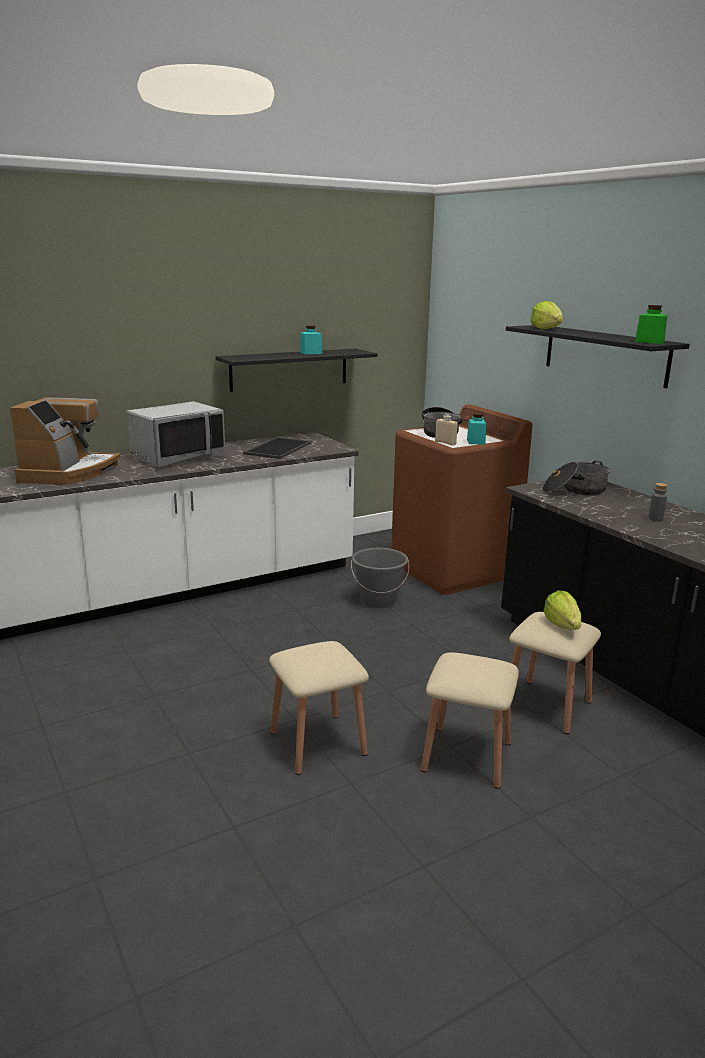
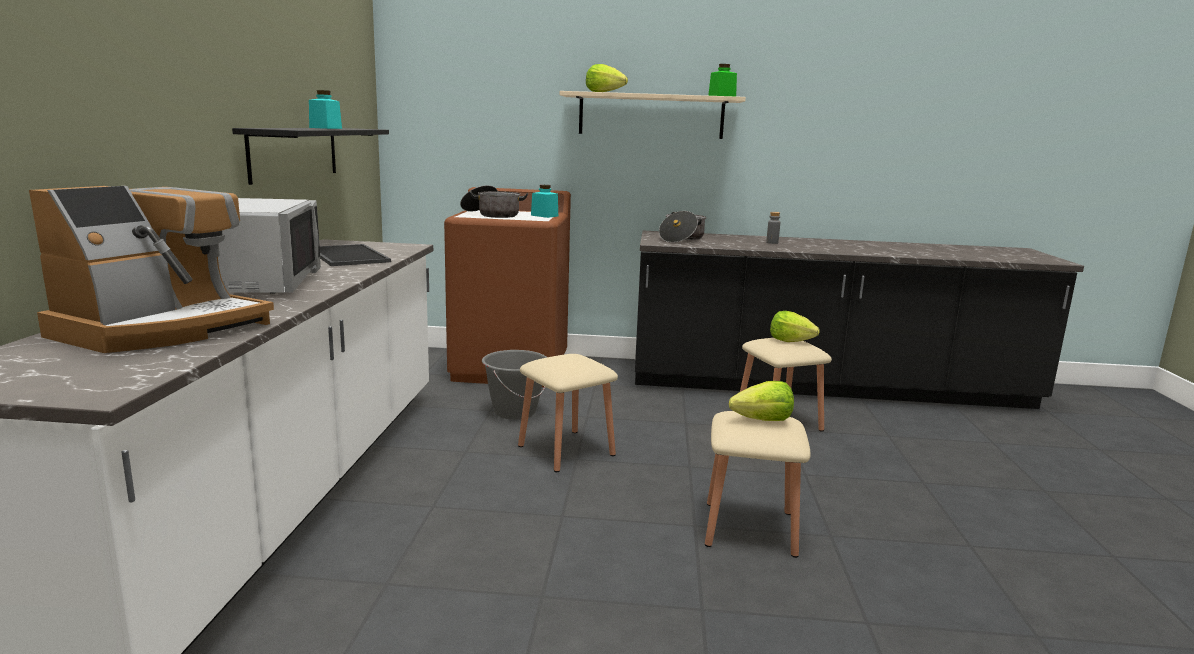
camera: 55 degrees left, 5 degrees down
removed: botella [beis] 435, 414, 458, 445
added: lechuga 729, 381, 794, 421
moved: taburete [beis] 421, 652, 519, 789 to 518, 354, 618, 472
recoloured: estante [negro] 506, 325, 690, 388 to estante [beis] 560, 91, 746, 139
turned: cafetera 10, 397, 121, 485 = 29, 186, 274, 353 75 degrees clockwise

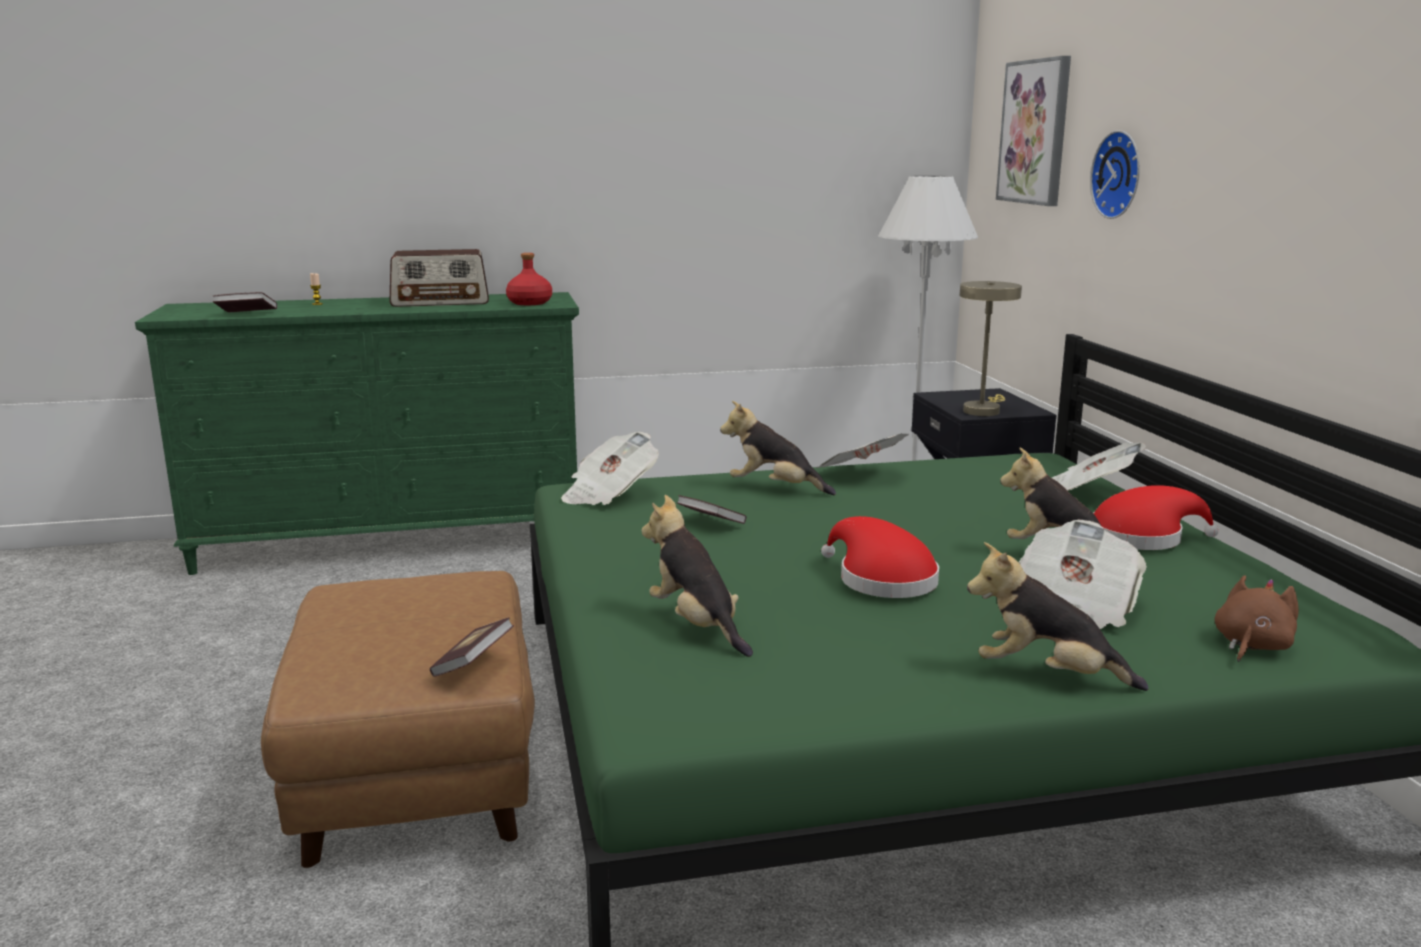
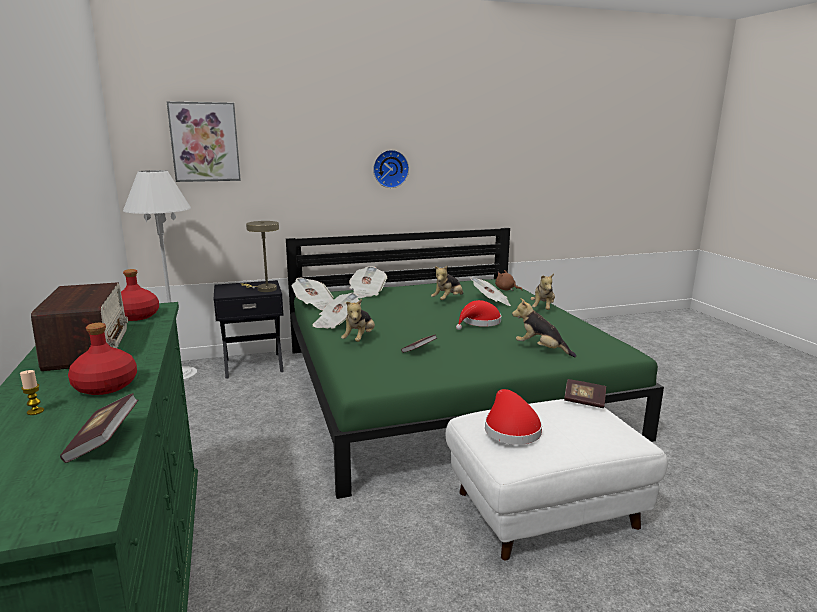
camera: 95 degrees left, 0 degrees up
added: botella [rojo] 68, 323, 137, 395
moved: periódico 561, 432, 659, 505 to 292, 278, 334, 310; reloj de pared 1090, 130, 1140, 219 to 373, 150, 409, 188; sombrero [rojo] 1093, 485, 1219, 550 to 485, 389, 542, 445
recoloured: puf [marrón] 261, 571, 535, 868 to puf [blanco] 446, 399, 668, 560
turned: peluche 641, 495, 753, 657 = 512, 298, 576, 357 75 degrees clockwise

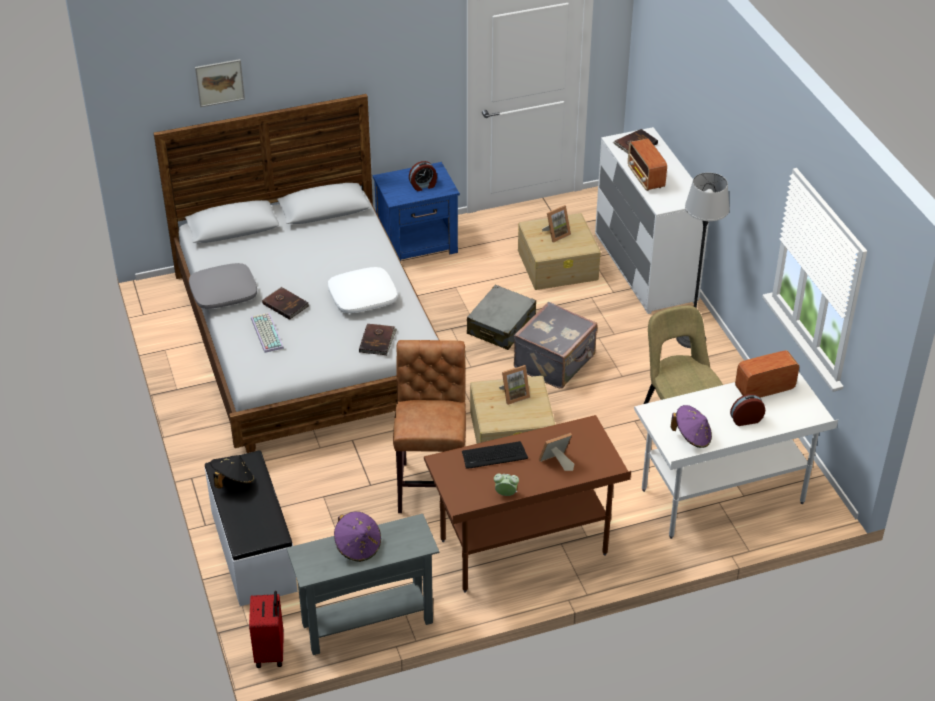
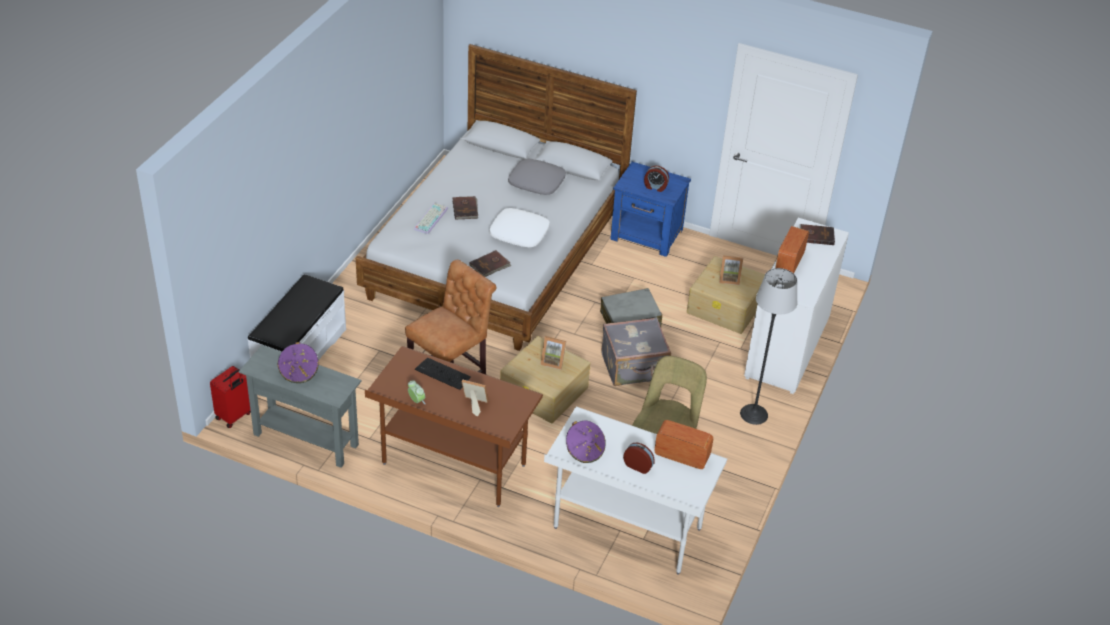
camera: 40 degrees right, 0 degrees up
removed: cuadro 195, 59, 245, 107; sombrero [negro] 210, 455, 254, 488
moved: cojín [gris] 189, 263, 257, 309 to 508, 158, 566, 195

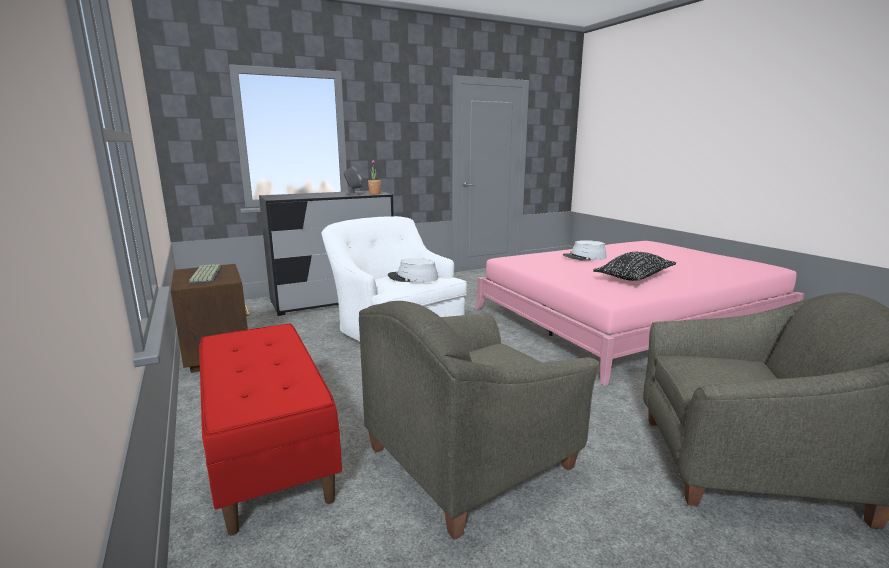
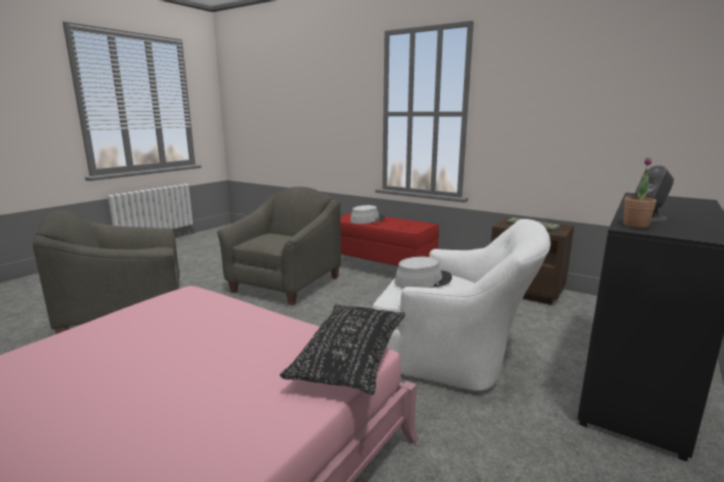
camera: 150 degrees right, 0 degrees up
moved: sombrero [gris] 563, 240, 607, 261 to 350, 205, 385, 224; cojín [negro] 593, 252, 676, 281 to 280, 304, 405, 395

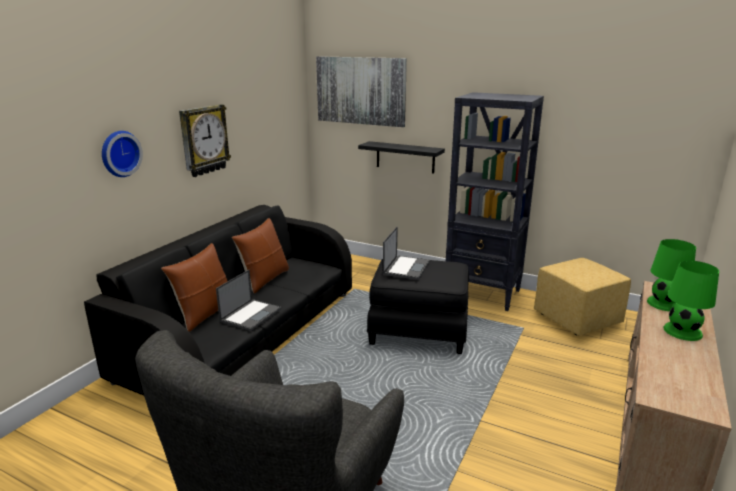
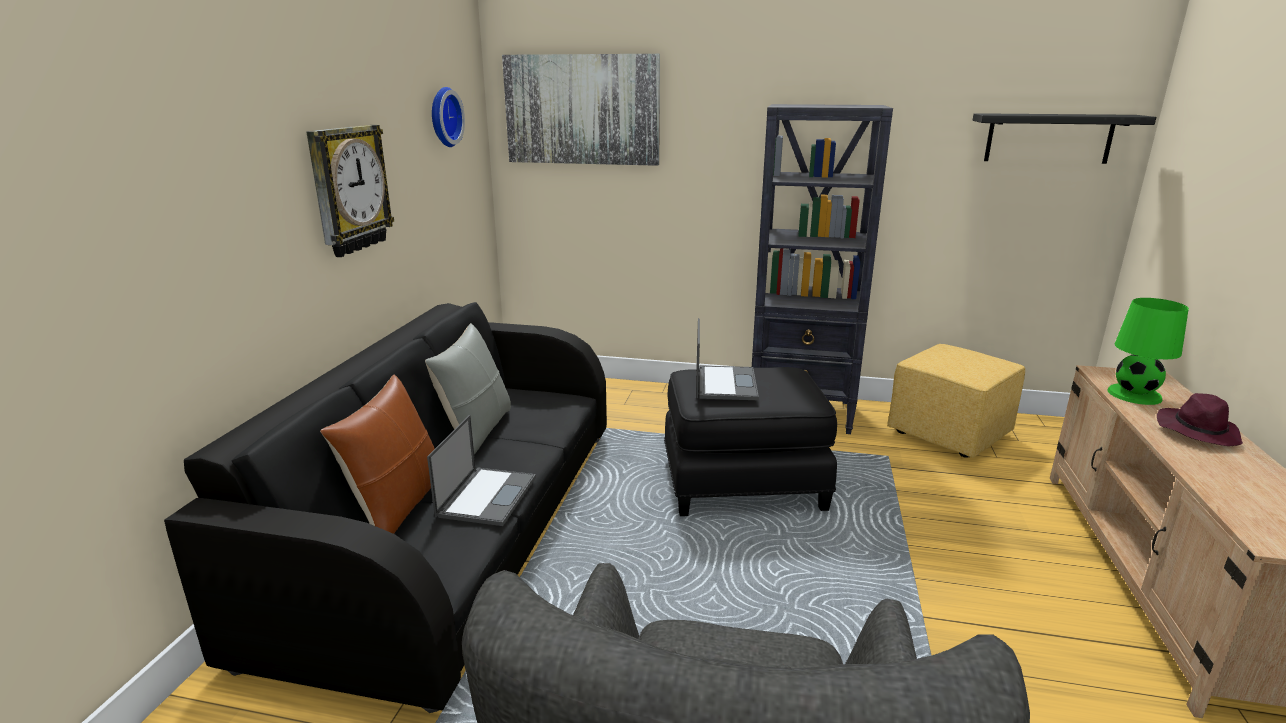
camera: 15 degrees left, 0 degrees up
moved: reloj de pared 102, 131, 143, 177 to 432, 87, 465, 147; estante [negro] 358, 141, 445, 174 to 973, 113, 1156, 164
replaced: lámpara de mesa [verde] 663, 261, 719, 341 to sombrero [morado] 1157, 393, 1243, 446
recoloured: cojín [marrón] 232, 218, 289, 294 to cojín [gris] 425, 323, 511, 454

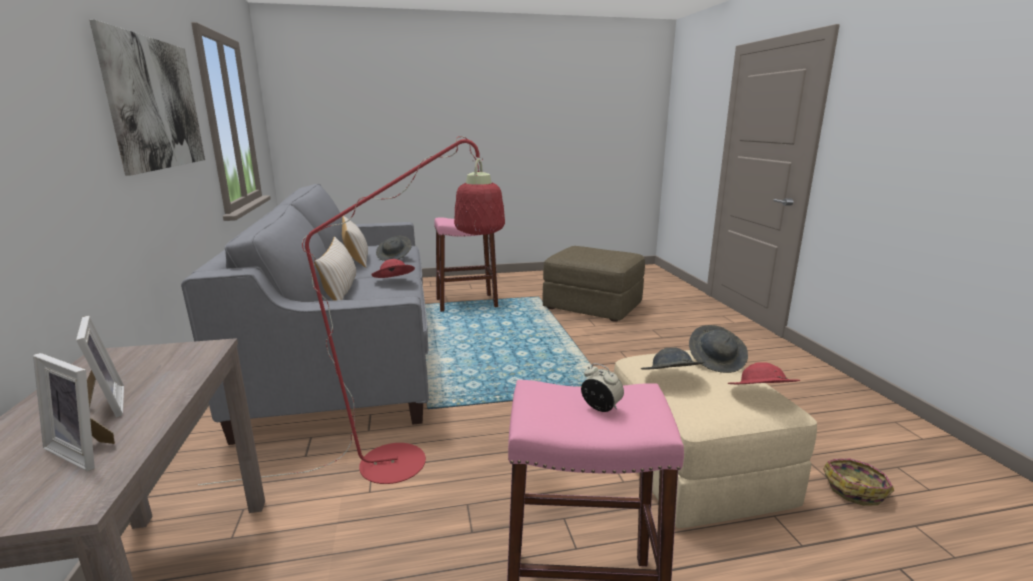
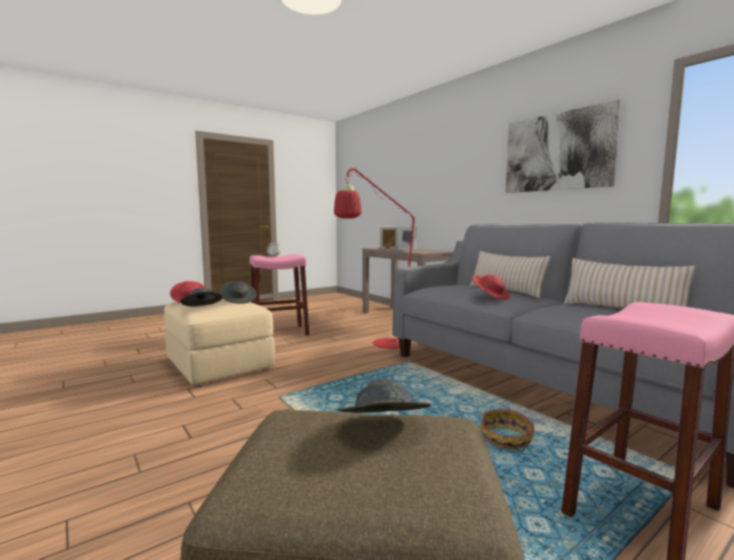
camera: 155 degrees right, 10 degrees down
moved: sombrero [gris] 376, 236, 412, 261 to 337, 379, 431, 413; cesta 823, 459, 894, 506 to 479, 409, 534, 452

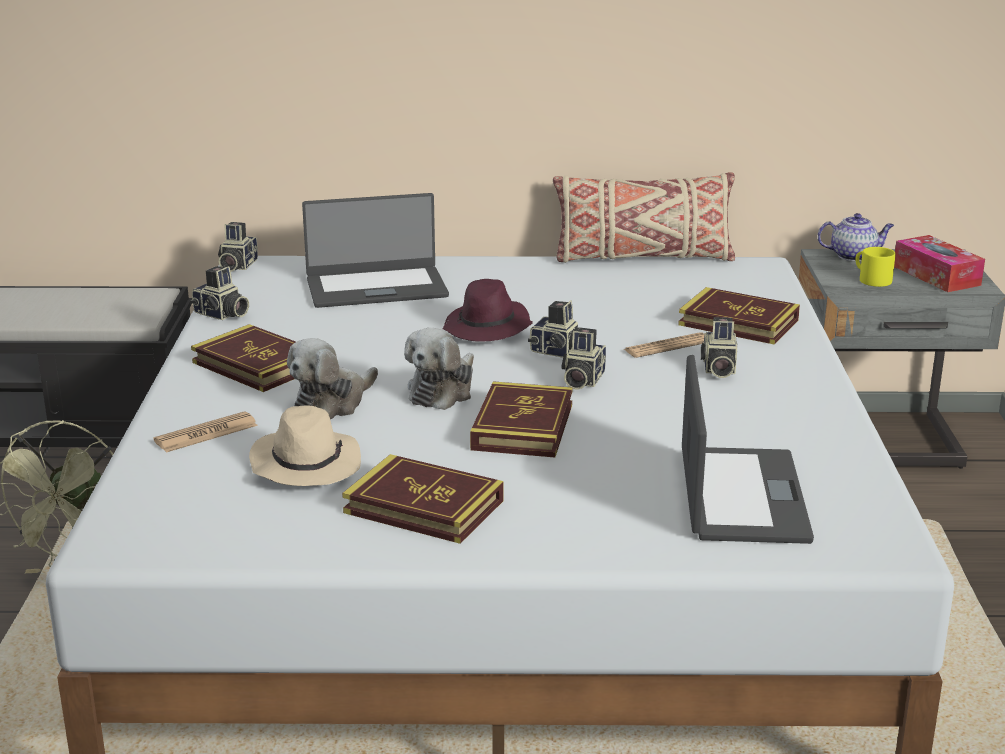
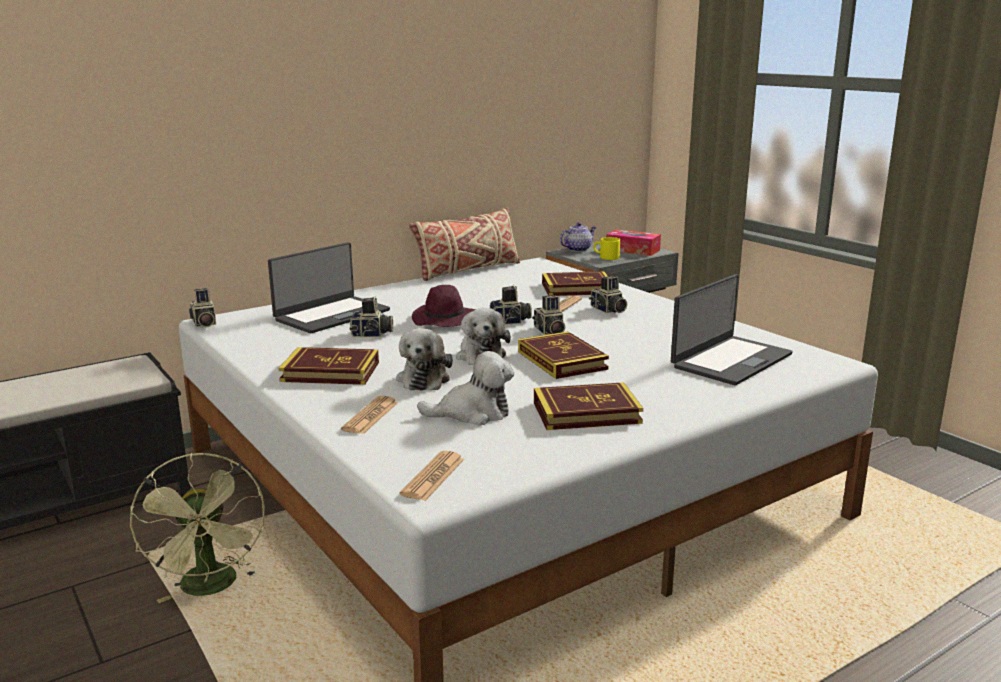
camera: 35 degrees left, 5 degrees down
added: periódico 400, 451, 464, 501
moved: cámara 190, 266, 249, 320 to 350, 296, 393, 337
replaced: sombrero [beis] 249, 405, 361, 486 to peluche 417, 351, 514, 426
turned: portátil 682, 355, 814, 544 = 671, 274, 793, 385 75 degrees clockwise

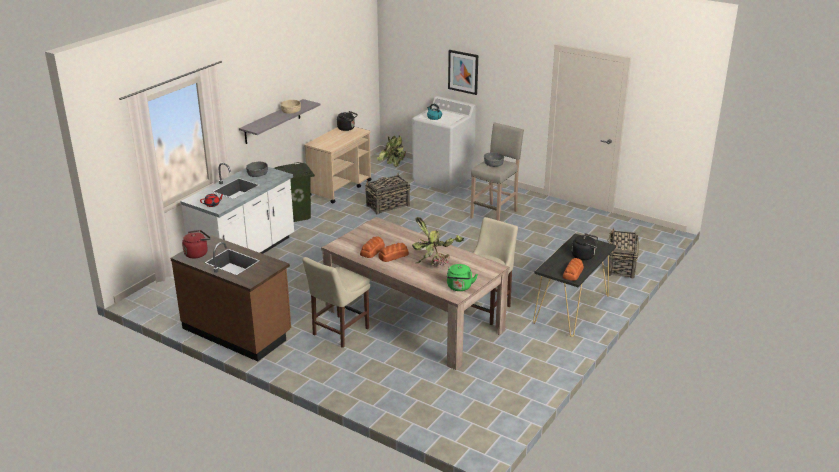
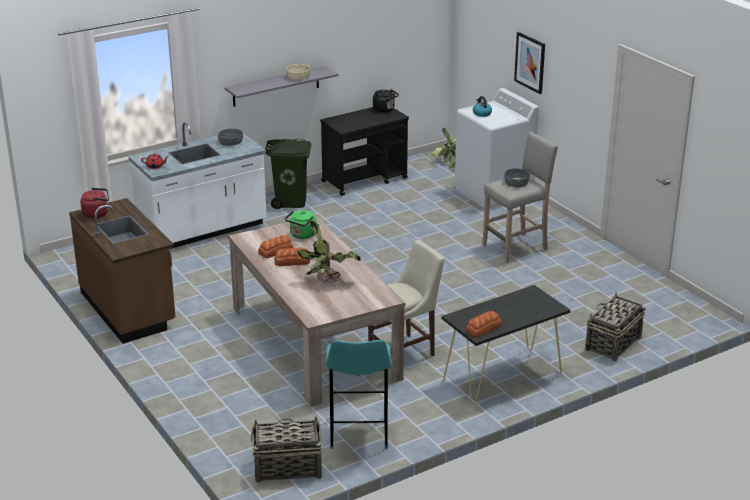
camera: 25 degrees right, 0 degrees up
removed: silla [beis] 302, 257, 370, 348; hervidor [negro] 572, 233, 598, 260
added: taburete [turquesa] 326, 340, 391, 449
moved: cesta 365, 173, 410, 215 to 251, 417, 322, 483; hervidor [verde] 447, 264, 478, 291 to 285, 210, 319, 239
recoloured: carrito [beis] 304, 127, 372, 204 to carrito [negro] 320, 107, 409, 196

